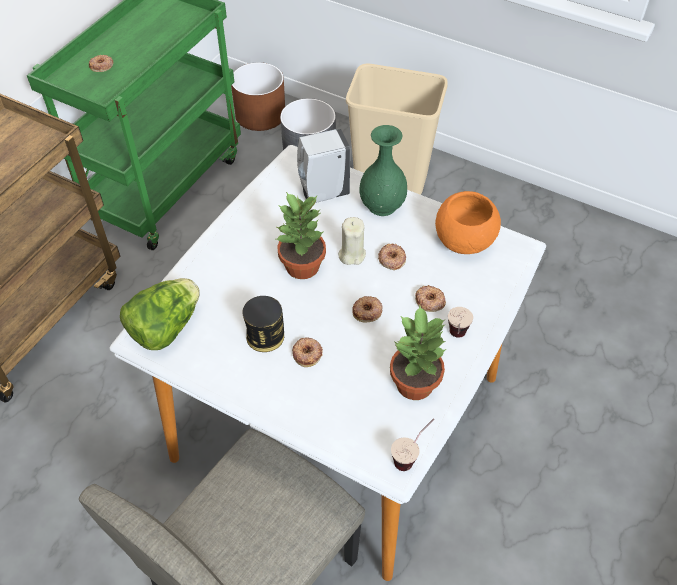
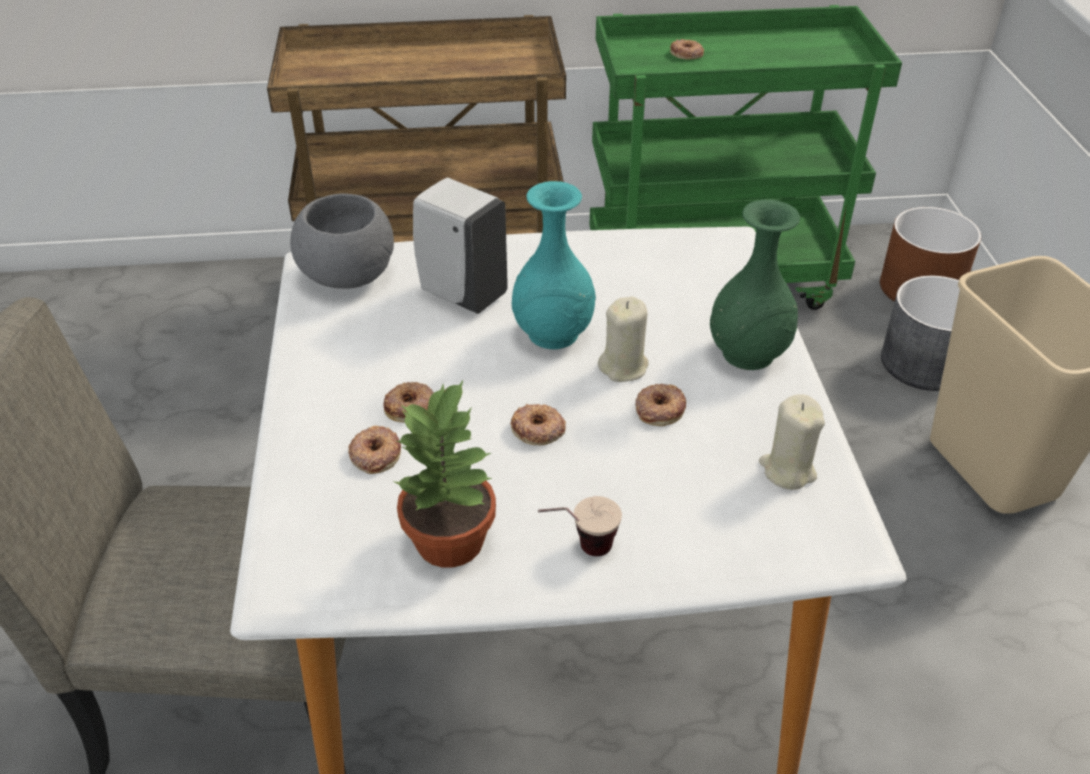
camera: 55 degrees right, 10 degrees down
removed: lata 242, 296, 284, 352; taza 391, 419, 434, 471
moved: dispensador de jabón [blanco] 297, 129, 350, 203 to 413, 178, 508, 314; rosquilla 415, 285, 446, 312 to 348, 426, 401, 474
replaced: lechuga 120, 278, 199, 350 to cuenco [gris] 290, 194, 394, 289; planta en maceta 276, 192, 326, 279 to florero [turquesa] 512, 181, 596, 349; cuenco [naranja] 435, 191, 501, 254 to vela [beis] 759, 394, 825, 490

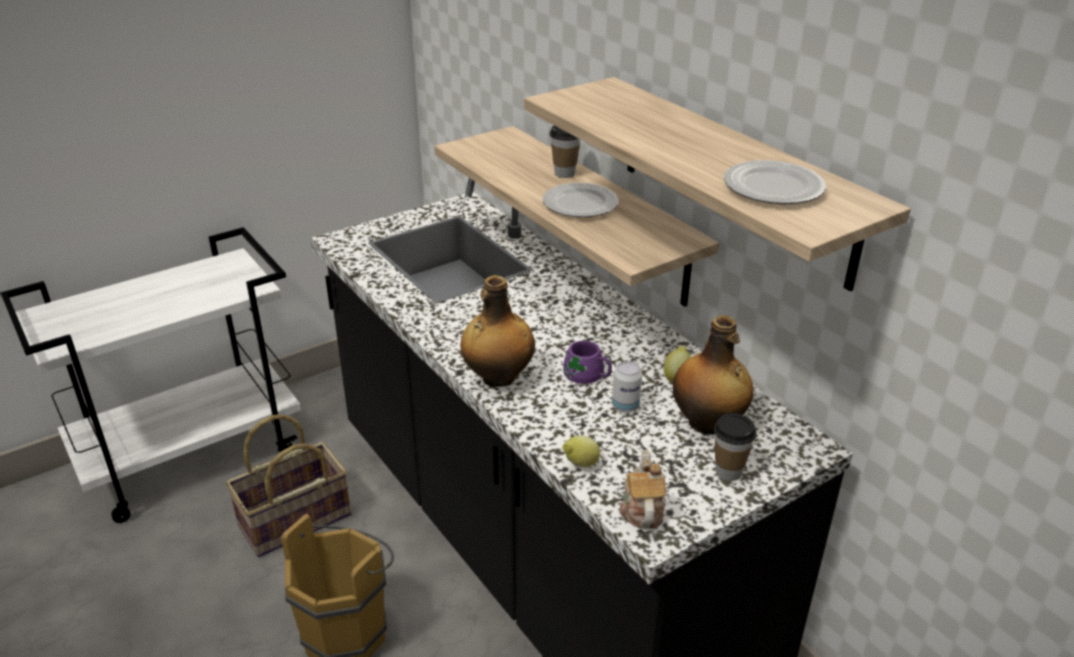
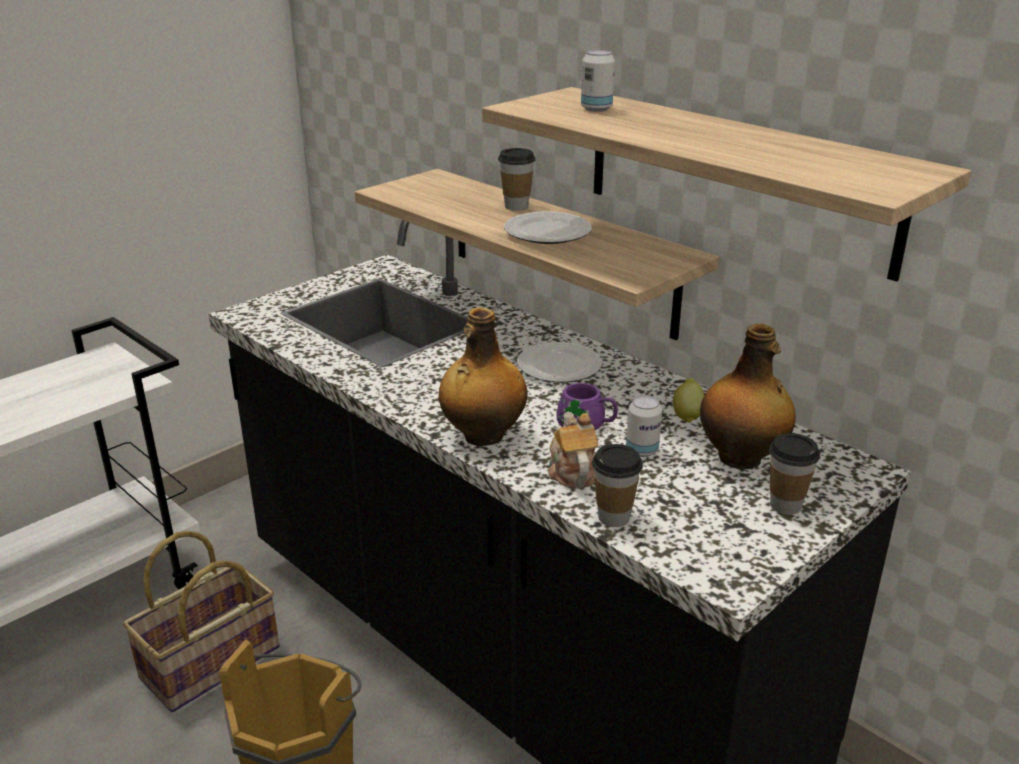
camera: 10 degrees left, 5 degrees down
added: lata 581, 50, 615, 112
moved: tetera 620, 449, 666, 529 to 548, 412, 598, 488; plato 724, 160, 826, 204 to 517, 342, 602, 382
replaced: limón 563, 435, 600, 467 to taza 592, 444, 643, 527

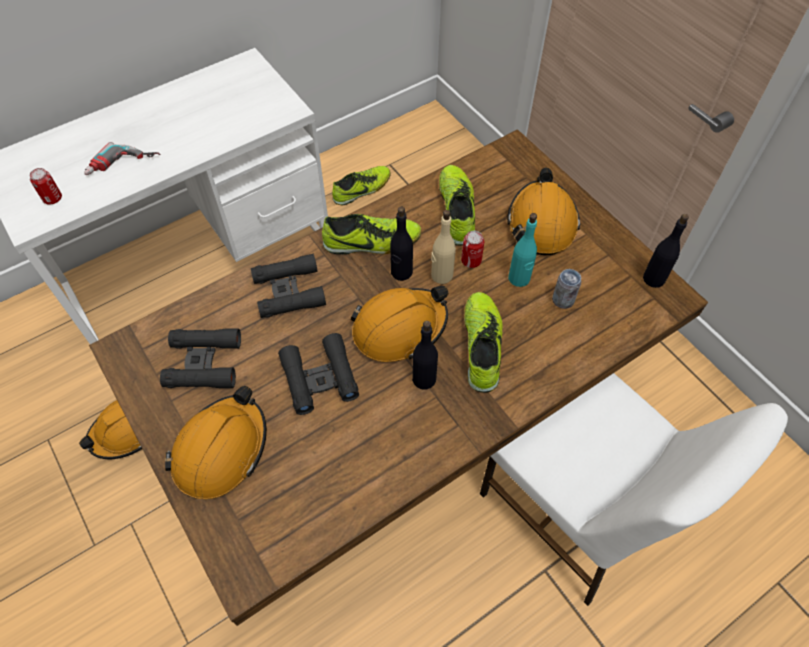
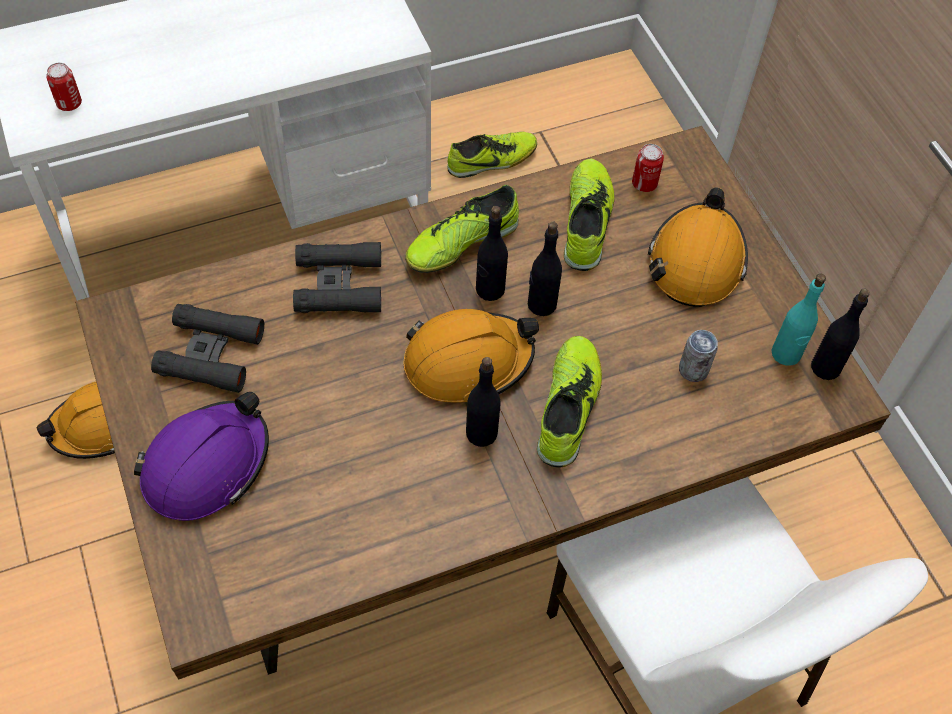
camera: 10 degrees right, 0 degrees up
removed: taladro 84, 142, 161, 175; prismáticos [negro] 278, 333, 359, 415
moved: lata 461, 231, 484, 268 to 632, 144, 664, 192; botella [turquesa] 508, 213, 537, 287 to 771, 274, 826, 366
recoloured: casco [naranja] 165, 386, 267, 499 to casco [morado] 134, 392, 269, 521; botella [beis] 431, 210, 456, 284 to botella [negro] 528, 221, 562, 316
turned: zapato 322, 214, 421, 254 = 405, 185, 519, 273 135 degrees clockwise

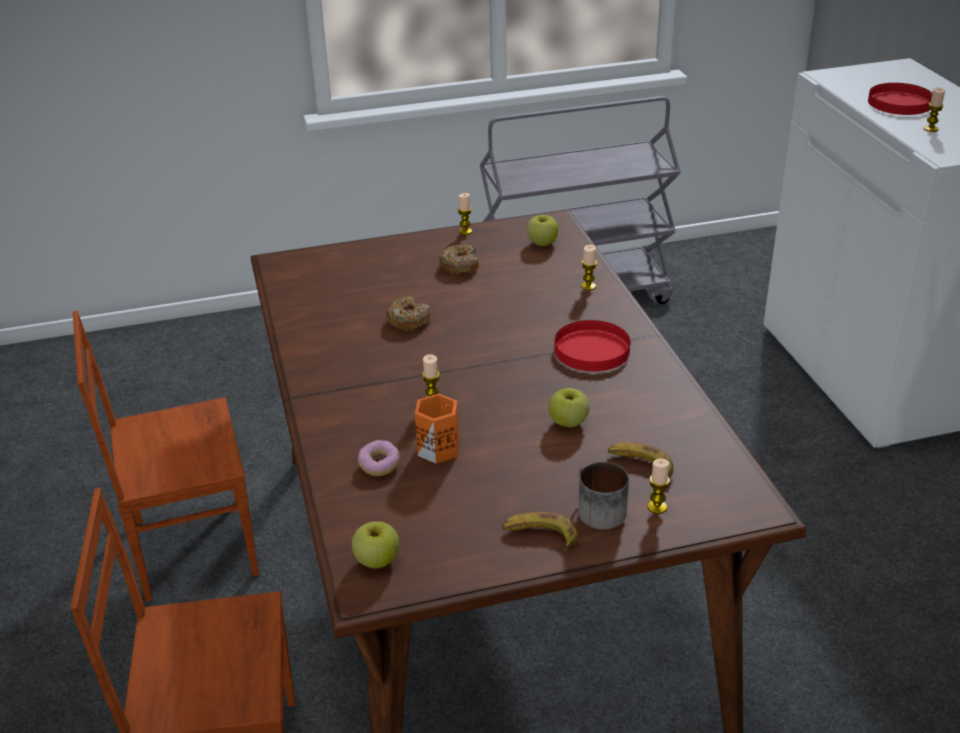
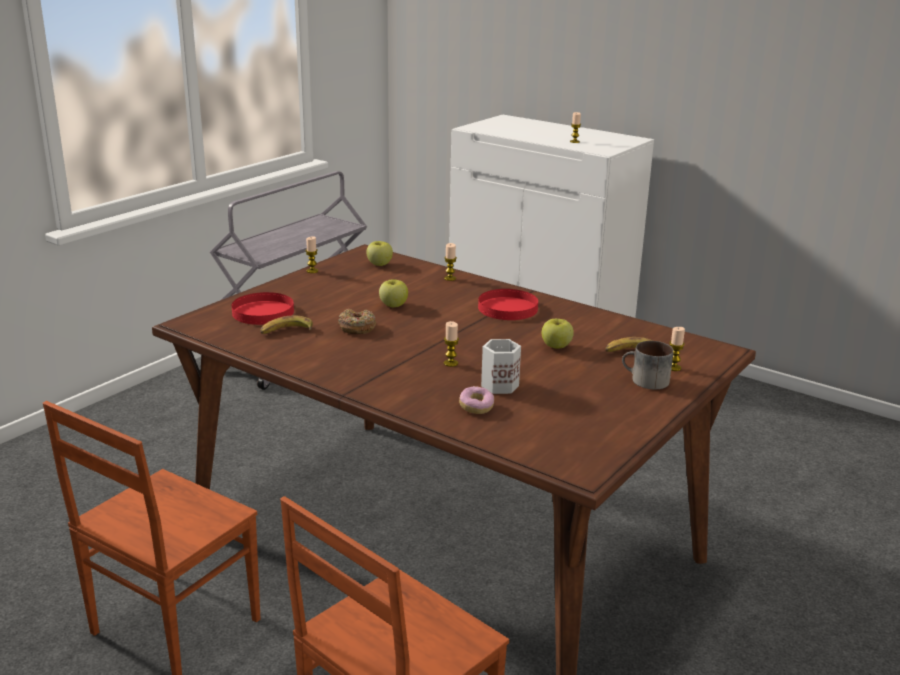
camera: 40 degrees left, 10 degrees down
removed: rosquilla 439, 245, 479, 274
moved: manzana 352, 521, 399, 568 to 379, 279, 408, 307; plátano 502, 512, 579, 551 to 260, 315, 313, 334; plato [rojo] 868, 83, 932, 115 to 232, 292, 294, 325
recoloured: taza grande [naranja] 415, 394, 459, 463 to taza grande [blanco] 481, 339, 521, 394

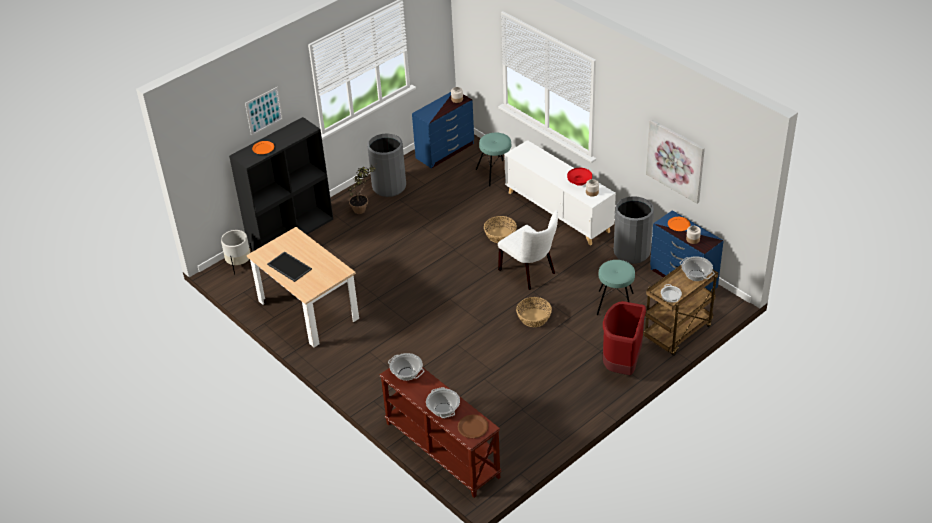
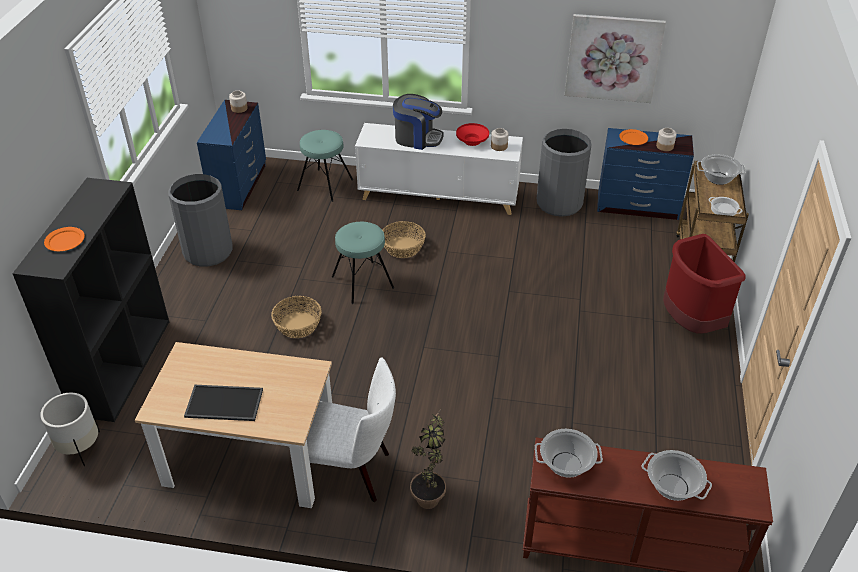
camera: 40 degrees left, 0 degrees up
removed: cuadro 245, 87, 283, 136; plato [marrón] 458, 415, 488, 438
added: cafetera 393, 94, 444, 150
moved: planta en maceta 348, 164, 376, 214 to 410, 408, 446, 509; silla [blanco] 498, 210, 558, 290 to 306, 357, 396, 502; cesta 516, 297, 552, 327 to 271, 296, 322, 338; taburete [turquesa] 597, 260, 635, 315 to 332, 222, 394, 304

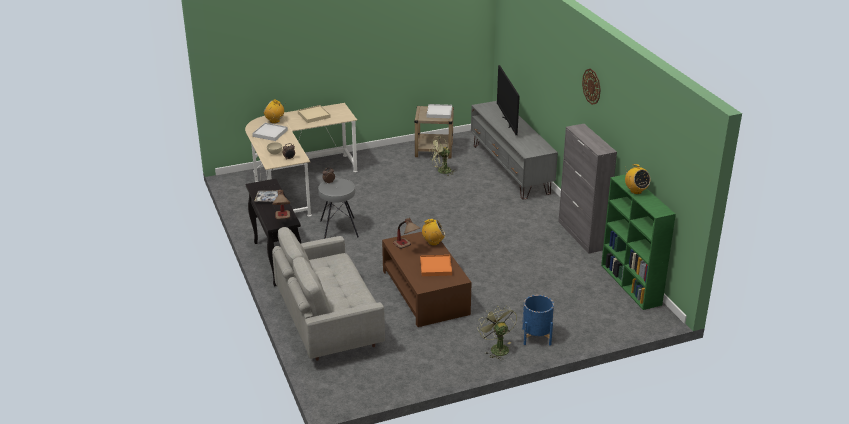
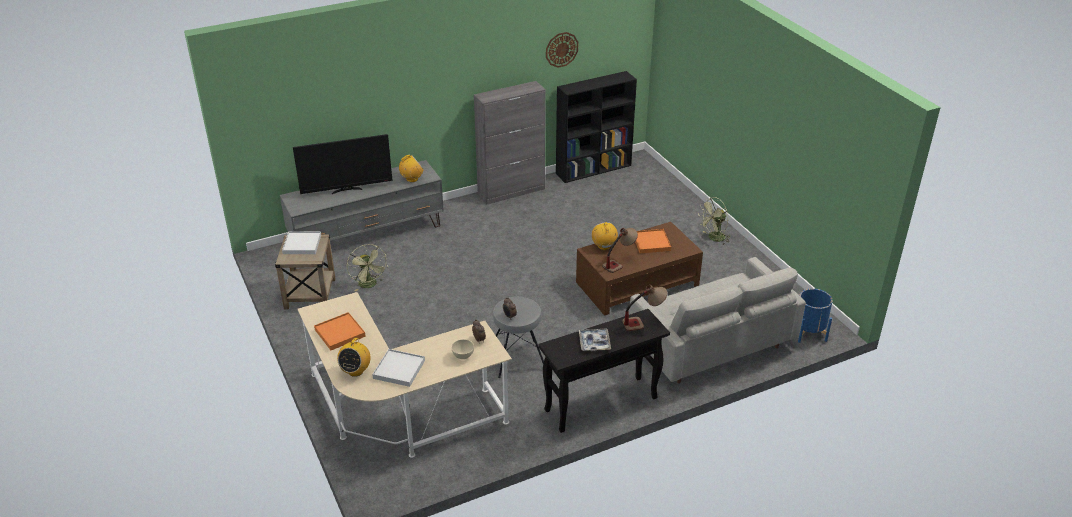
camera: 95 degrees left, 5 degrees up
moved: maceta [azul] 522, 295, 554, 345 to 798, 288, 833, 343; reloj de pared 582, 69, 601, 105 to 546, 32, 578, 68; radio 625, 164, 651, 194 to 399, 155, 424, 182
recoloured: bandeja [beis] 298, 105, 331, 123 to bandeja [naranja] 314, 312, 366, 350; estantería [verde] 601, 174, 676, 310 to estantería [negro] 556, 71, 637, 183

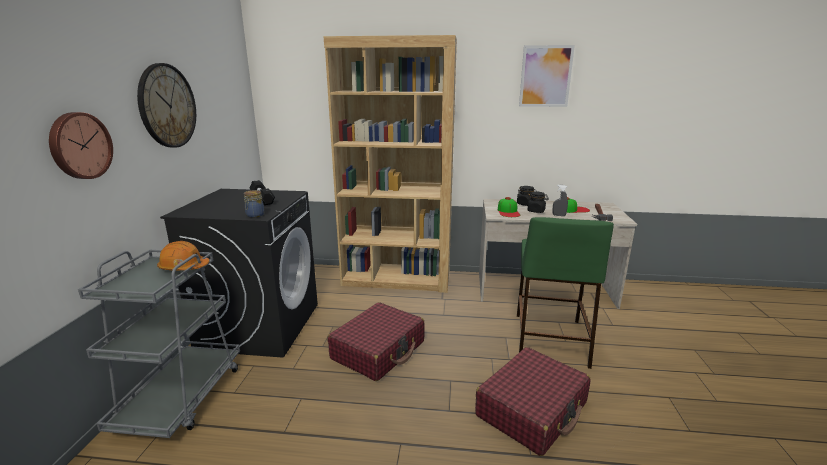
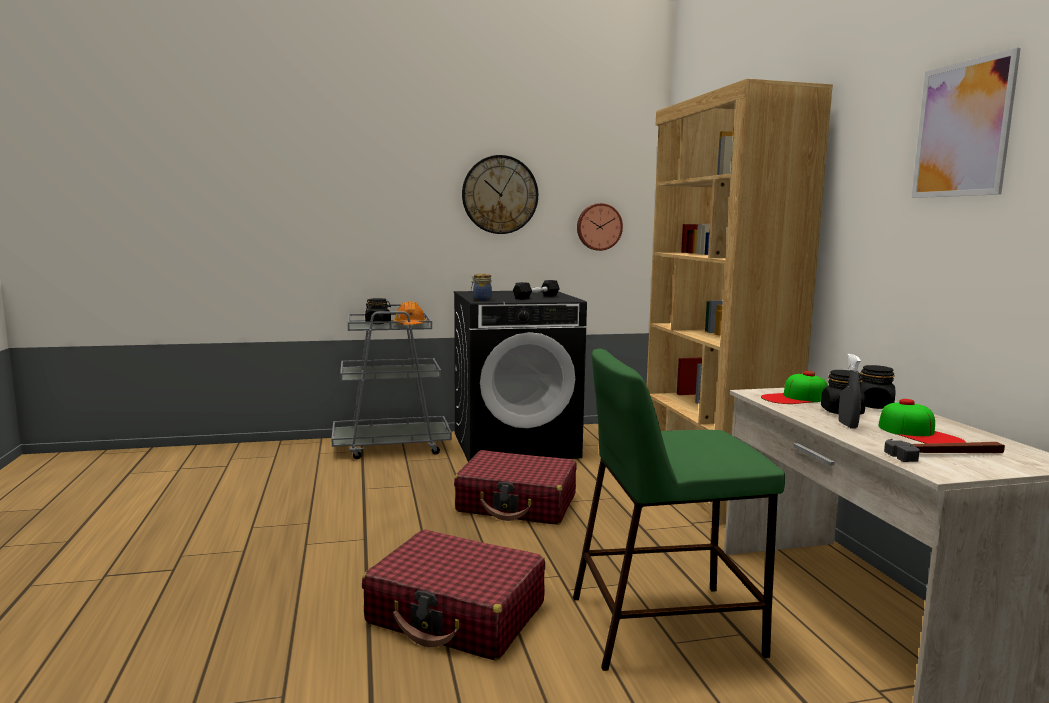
camera: 70 degrees right, 10 degrees down
added: tarro [negro] 365, 298, 391, 324
moved: reloj de pared 49, 112, 113, 179 to 577, 203, 623, 251

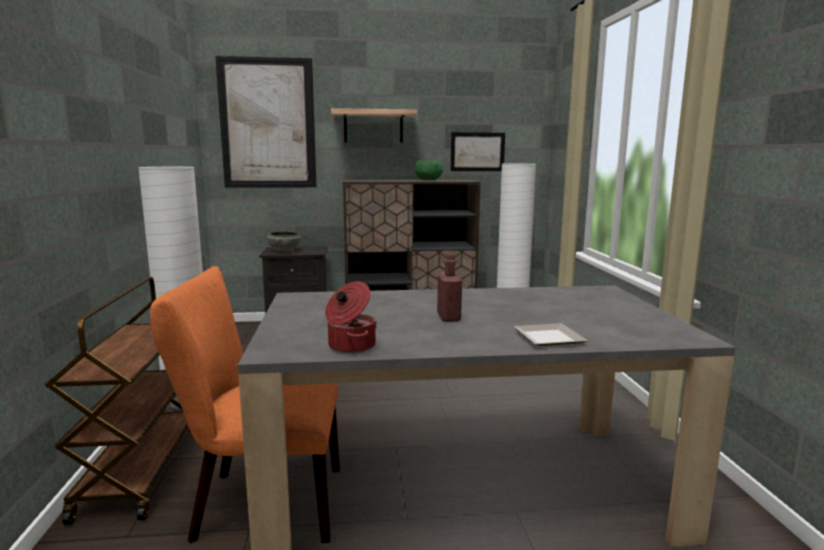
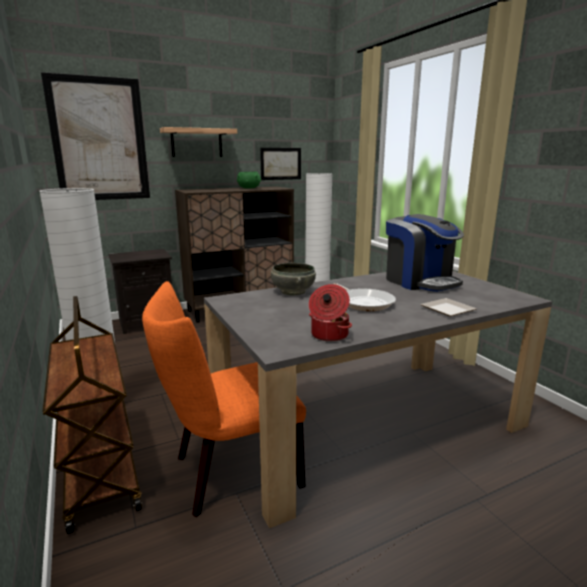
camera: 20 degrees left, 5 degrees up
added: cafetera 386, 214, 464, 292
moved: cuenco [gris] 268, 231, 300, 253 to 271, 263, 316, 295
replaced: botella [rojo] 437, 253, 462, 322 to sartén 334, 283, 396, 311

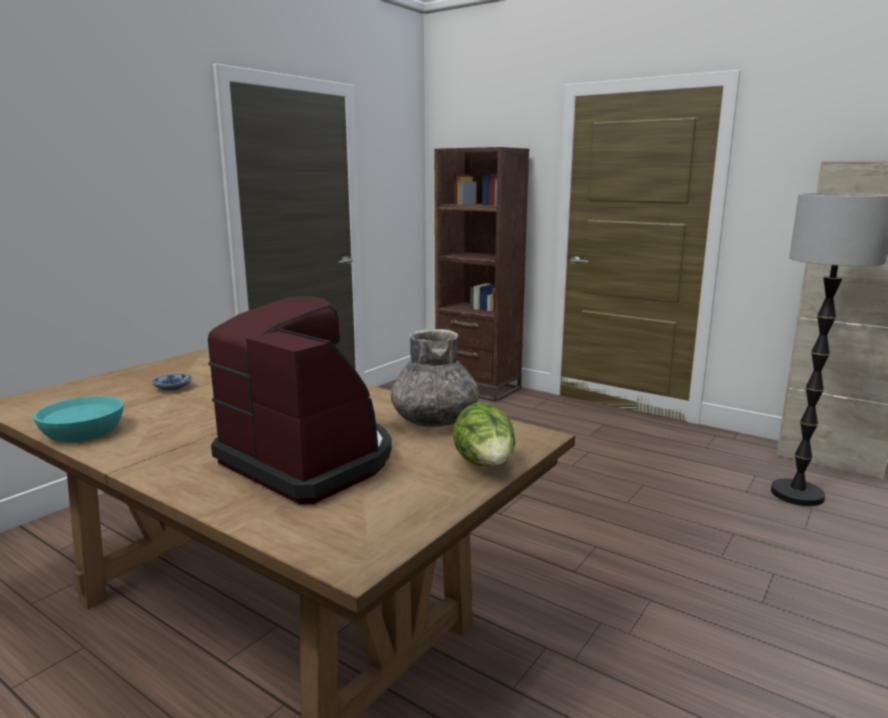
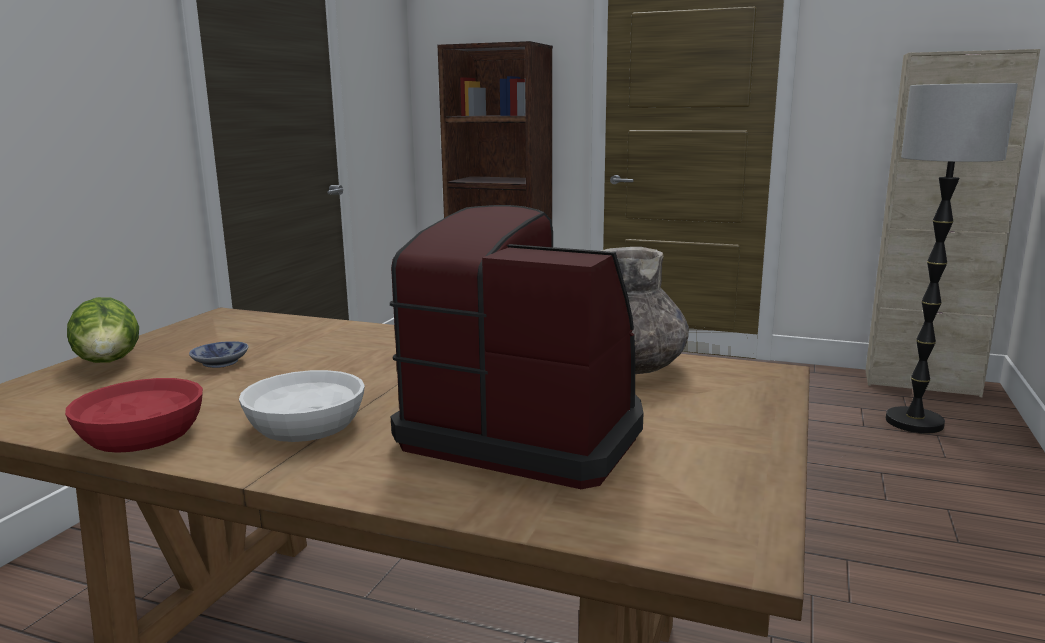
camera: 15 degrees left, 0 degrees up
added: cuenco [blanco] 239, 370, 365, 442
moved: lechuga 453, 402, 515, 466 to 67, 297, 139, 363
recoloured: cuenco [turquesa] 33, 396, 124, 443 to cuenco [rojo] 65, 378, 203, 453

